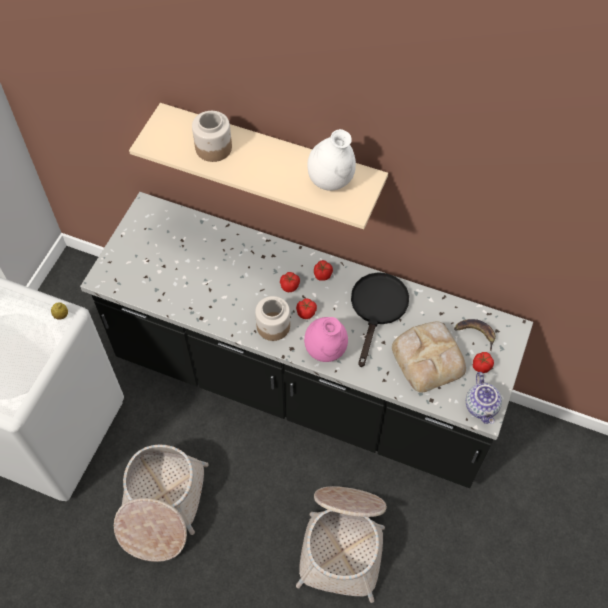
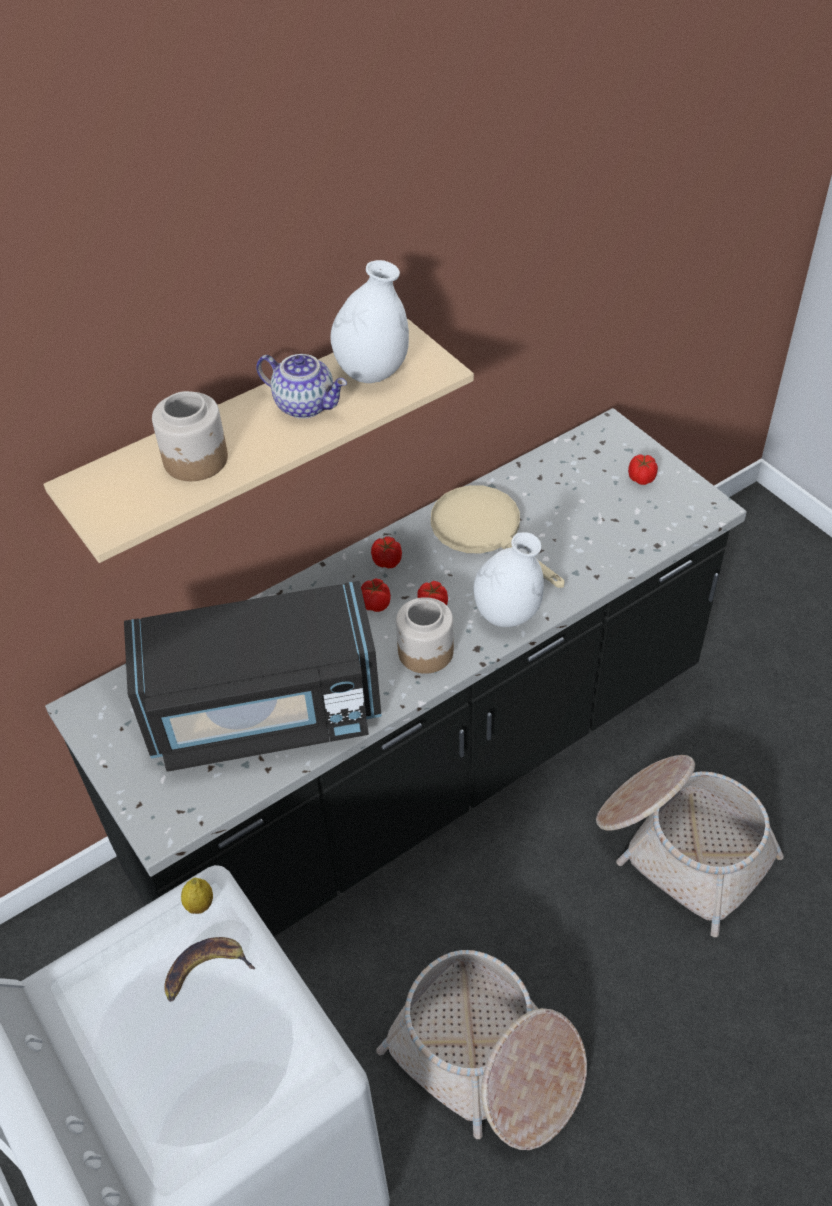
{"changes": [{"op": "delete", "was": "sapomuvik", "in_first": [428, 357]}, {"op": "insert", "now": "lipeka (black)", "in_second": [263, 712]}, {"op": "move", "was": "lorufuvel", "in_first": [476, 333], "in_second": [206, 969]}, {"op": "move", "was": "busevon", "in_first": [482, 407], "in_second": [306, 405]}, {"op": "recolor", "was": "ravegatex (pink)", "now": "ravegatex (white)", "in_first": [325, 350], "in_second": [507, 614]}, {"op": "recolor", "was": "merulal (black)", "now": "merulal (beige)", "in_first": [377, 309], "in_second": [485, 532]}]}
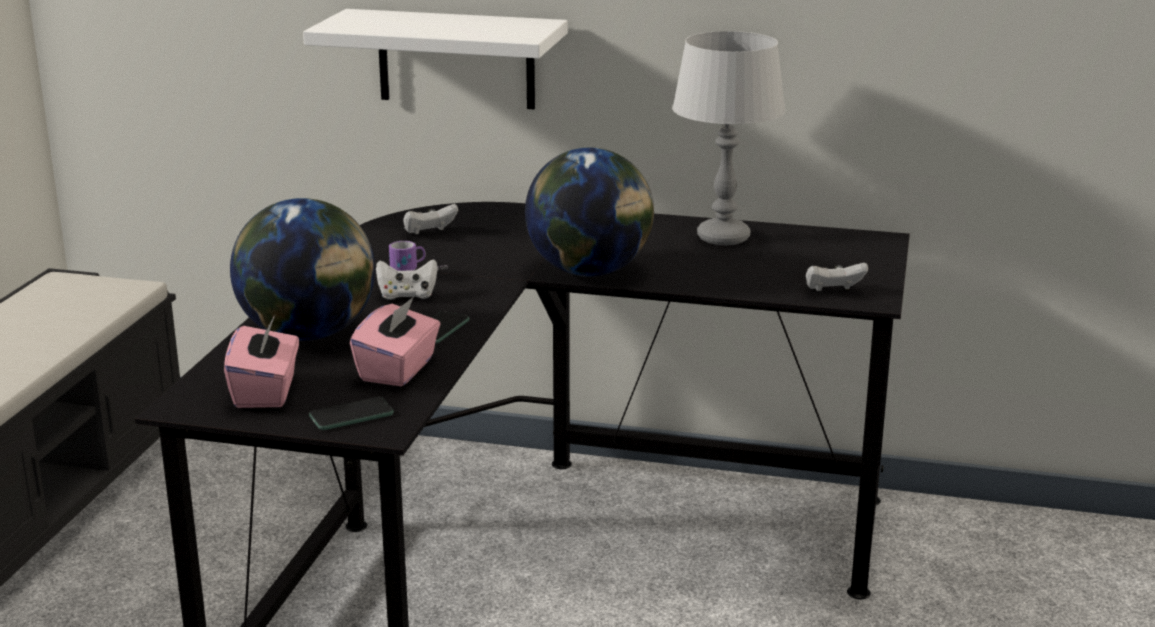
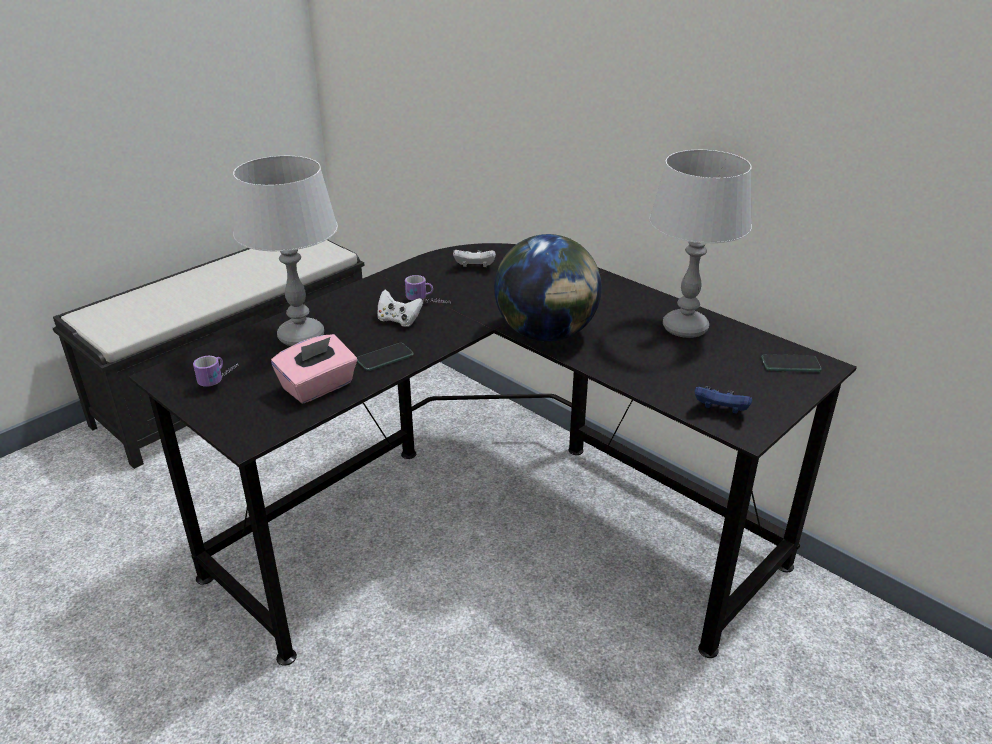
{"changes": [{"op": "delete", "was": "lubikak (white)", "in_first": [456, 59]}, {"op": "move", "was": "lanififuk", "in_first": [351, 415], "in_second": [790, 364]}, {"op": "replace", "was": "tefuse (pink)", "now": "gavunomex", "in_first": [266, 391], "in_second": [221, 379]}, {"op": "replace", "was": "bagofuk", "now": "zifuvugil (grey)", "in_first": [309, 334], "in_second": [301, 337]}, {"op": "recolor", "was": "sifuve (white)", "now": "sifuve (blue)", "in_first": [833, 291], "in_second": [720, 411]}]}
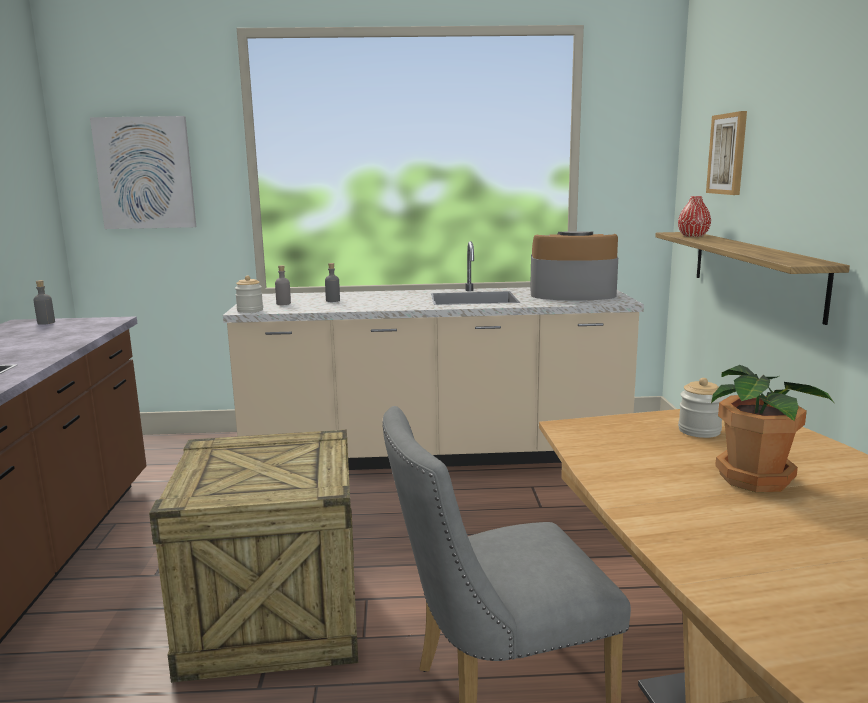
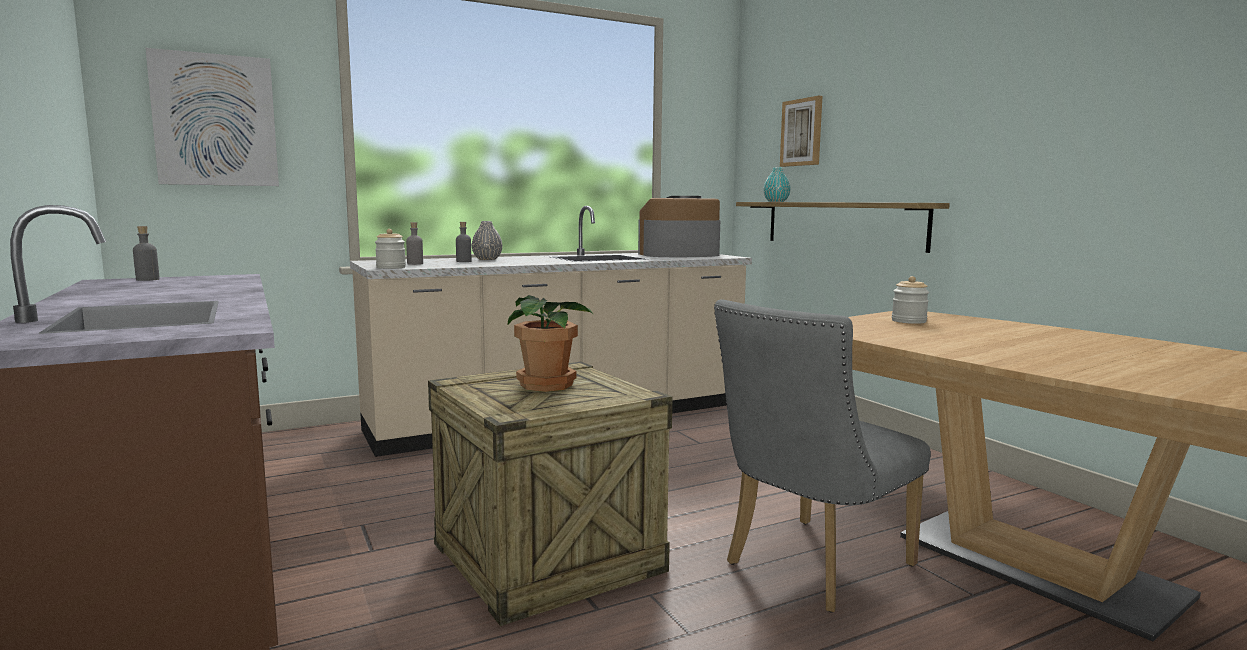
{"changes": [{"op": "insert", "now": "ravegatex (grey)", "in_second": [487, 259]}, {"op": "move", "was": "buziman", "in_first": [756, 478], "in_second": [548, 384]}, {"op": "recolor", "was": "ravegatex (red)", "now": "ravegatex (turquoise)", "in_first": [693, 236], "in_second": [776, 201]}]}
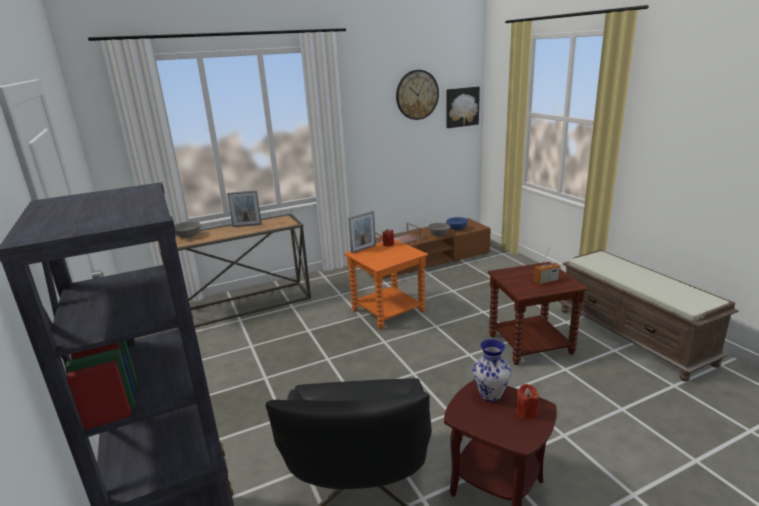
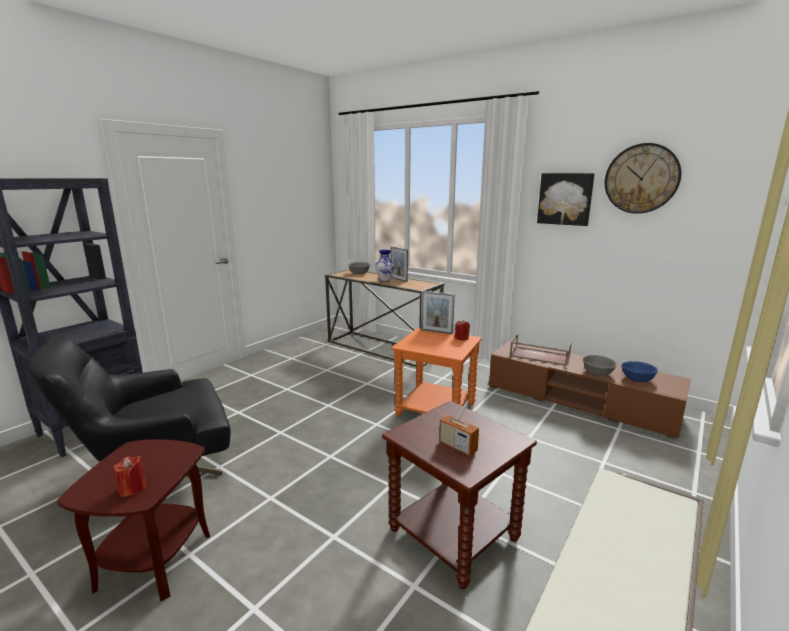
{"changes": [{"op": "move", "was": "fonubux", "in_first": [461, 107], "in_second": [565, 199]}, {"op": "move", "was": "ravegatex", "in_first": [490, 395], "in_second": [384, 280]}]}
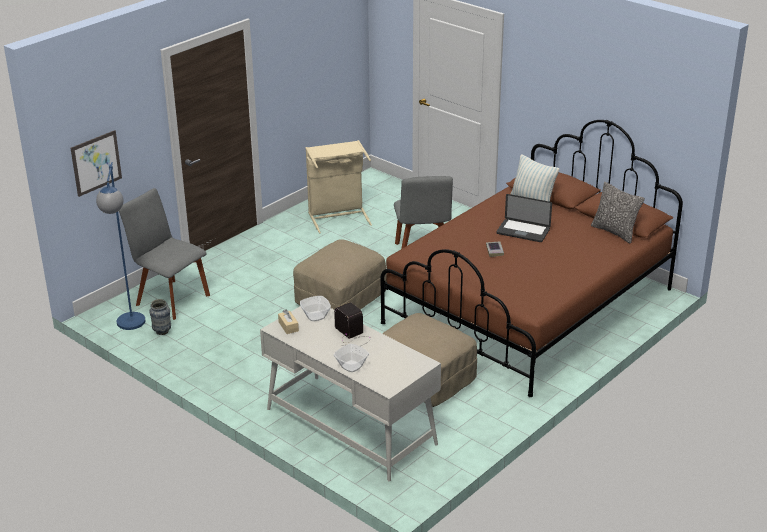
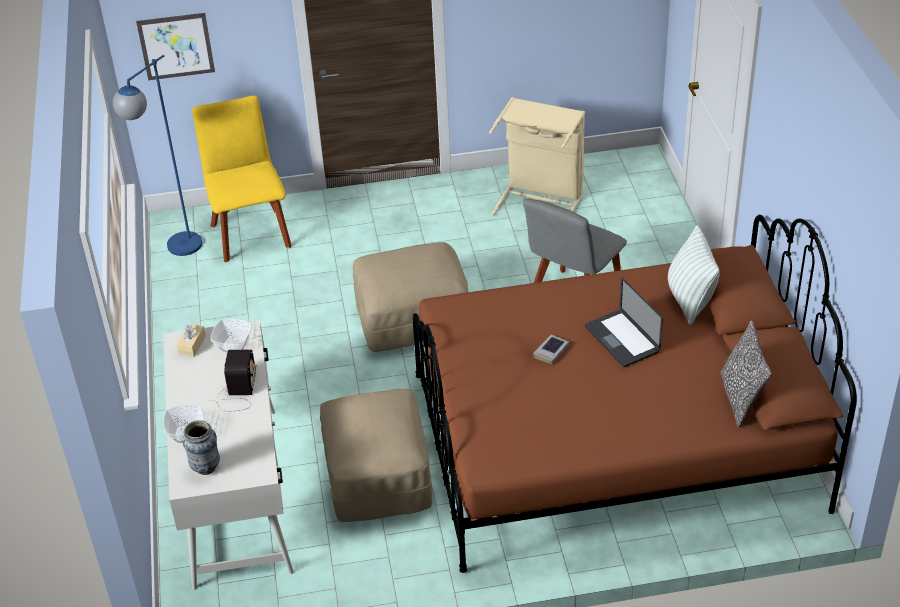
{"changes": [{"op": "move", "was": "ravegatex", "in_first": [162, 331], "in_second": [205, 467]}, {"op": "recolor", "was": "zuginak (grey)", "now": "zuginak (yellow)", "in_first": [170, 298], "in_second": [250, 233]}]}
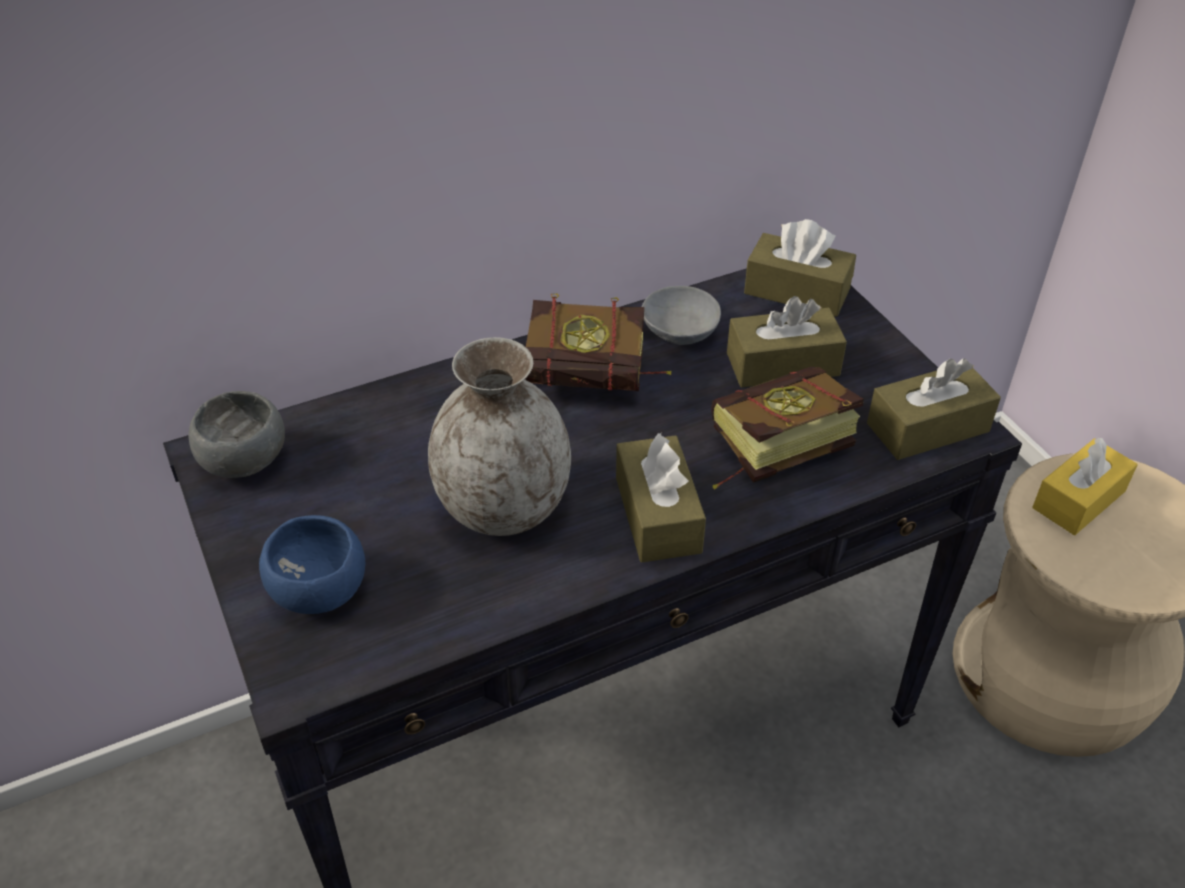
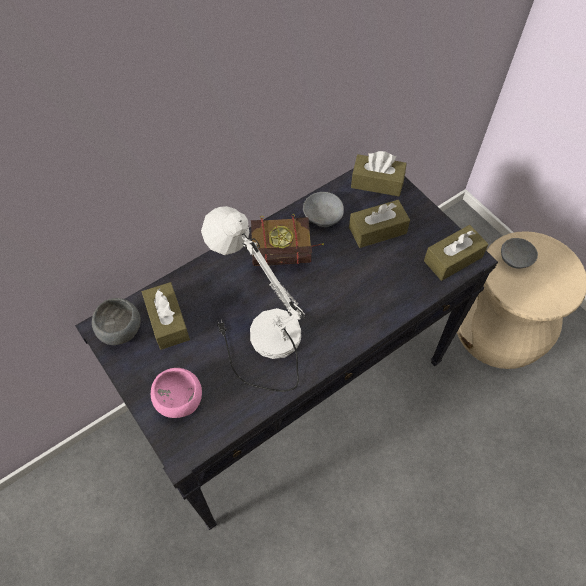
{"changes": [{"op": "delete", "was": "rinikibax", "in_first": [768, 451]}, {"op": "move", "was": "tefuse (brown)", "in_first": [658, 515], "in_second": [167, 321]}, {"op": "replace", "was": "ravegatex (grey)", "now": "zifuvugil (white)", "in_first": [503, 509], "in_second": [258, 338]}, {"op": "replace", "was": "tefuse (yellow)", "now": "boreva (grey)", "in_first": [1078, 499], "in_second": [515, 259]}, {"op": "recolor", "was": "boreva (blue)", "now": "boreva (pink)", "in_first": [317, 592], "in_second": [179, 401]}]}
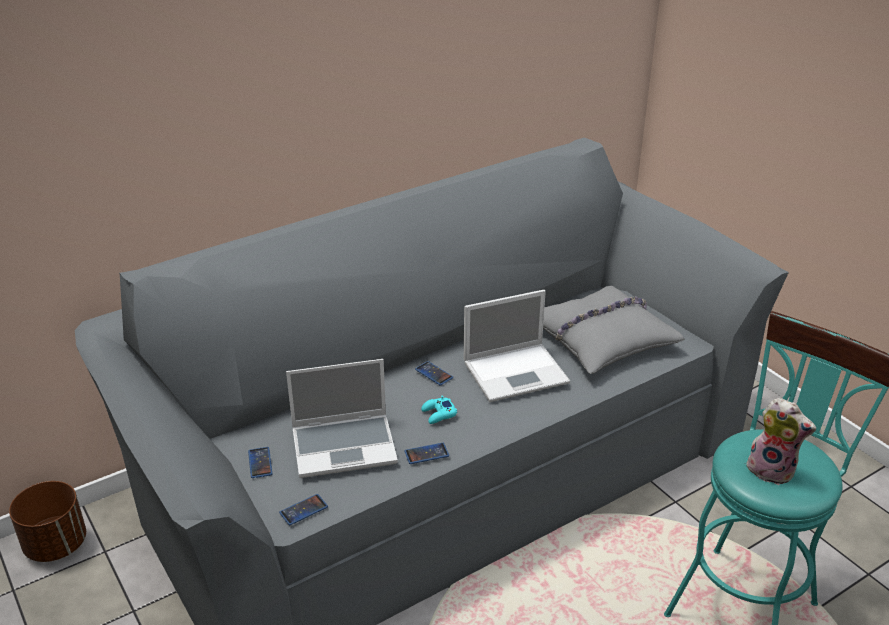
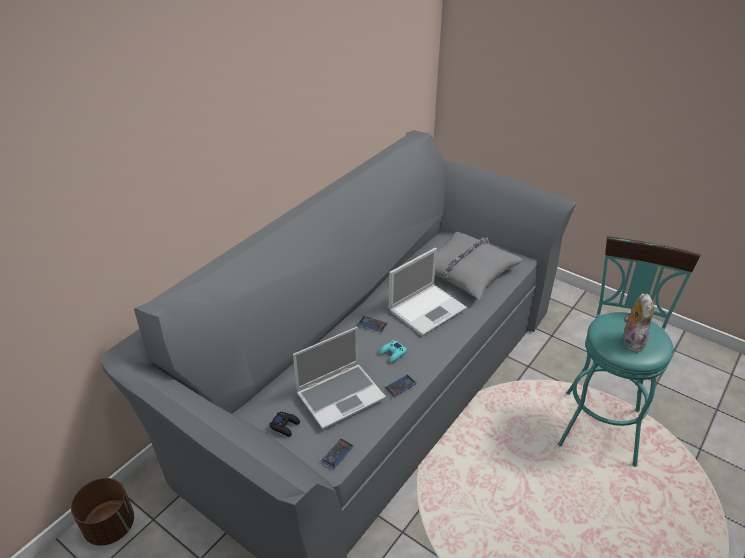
{"changes": [{"op": "replace", "was": "lanififuk", "now": "sifuve (black)", "in_first": [260, 463], "in_second": [285, 426]}, {"op": "rotate", "was": "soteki", "in_first": [772, 470], "in_second": [631, 340], "clockwise": -90}]}
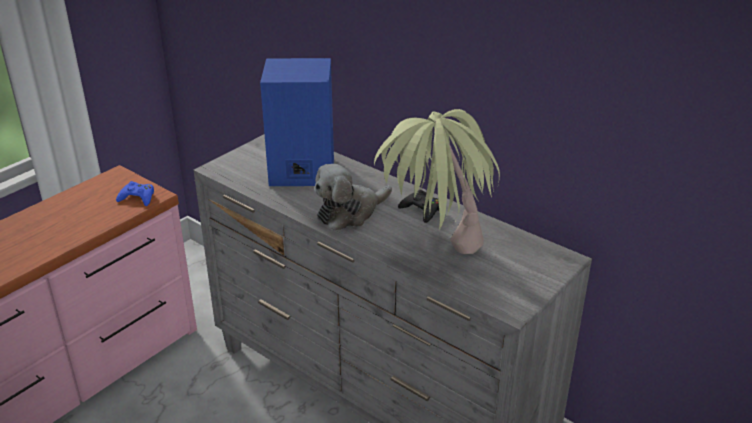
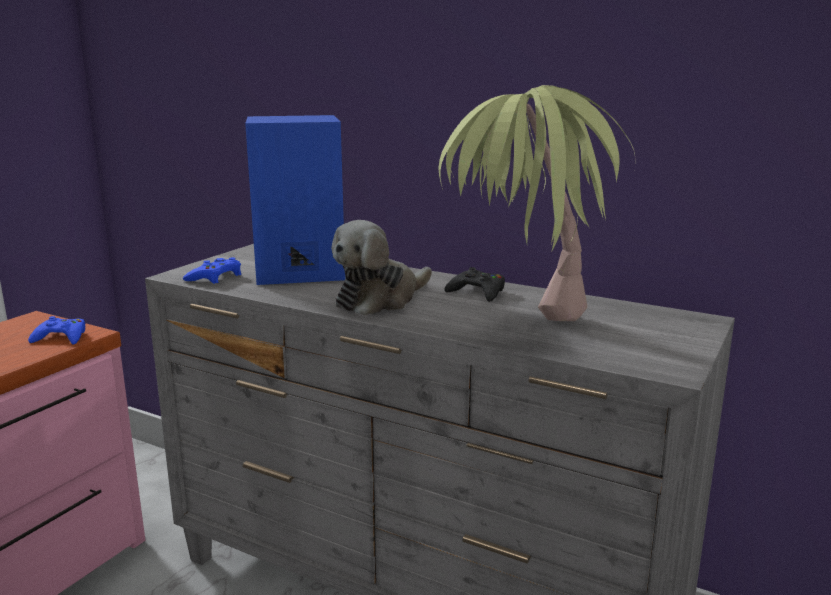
{"changes": [{"op": "insert", "now": "sifuve (blue)", "in_second": [215, 277]}]}
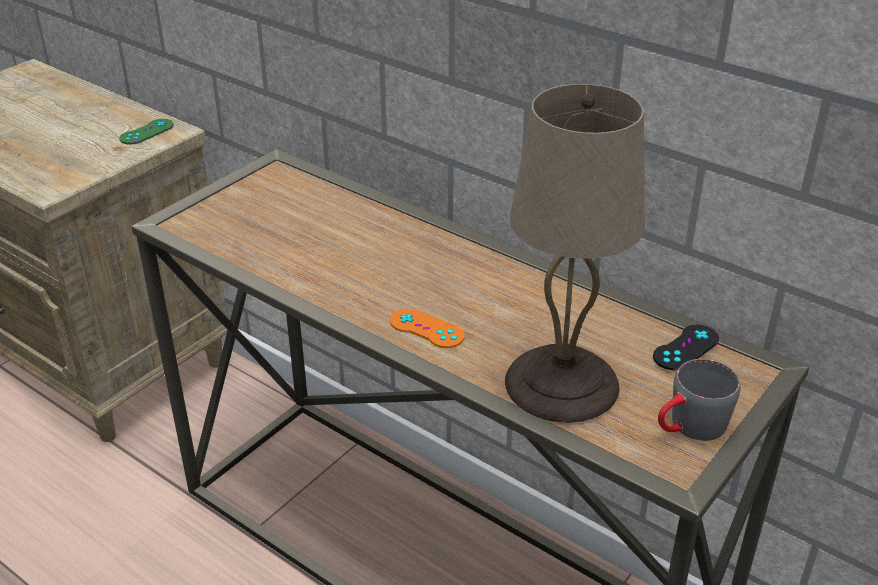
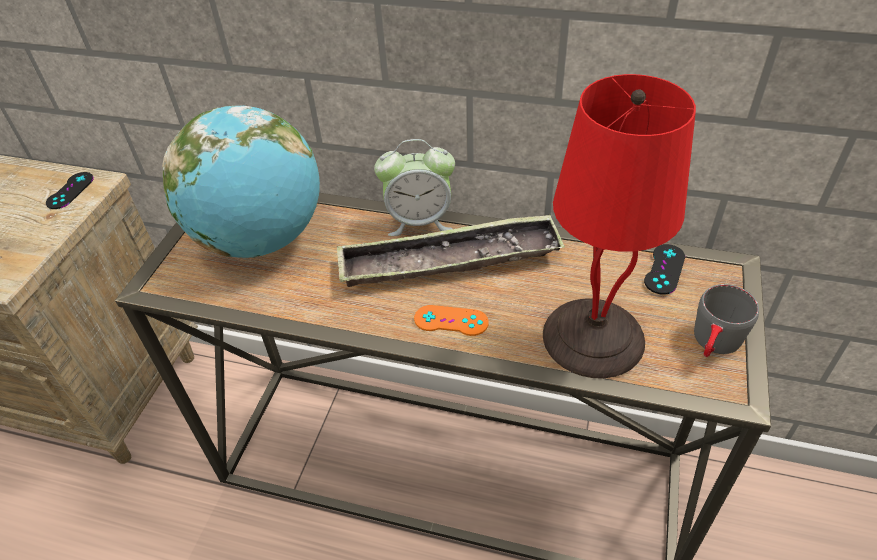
{"changes": [{"op": "insert", "now": "bagofuk", "in_second": [261, 239]}, {"op": "insert", "now": "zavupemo", "in_second": [449, 260]}, {"op": "insert", "now": "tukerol", "in_second": [419, 221]}, {"op": "recolor", "was": "sifuve (green)", "now": "sifuve (black)", "in_first": [146, 132], "in_second": [70, 190]}, {"op": "recolor", "was": "zifuvugil (beige)", "now": "zifuvugil (red)", "in_first": [564, 384], "in_second": [595, 337]}]}
